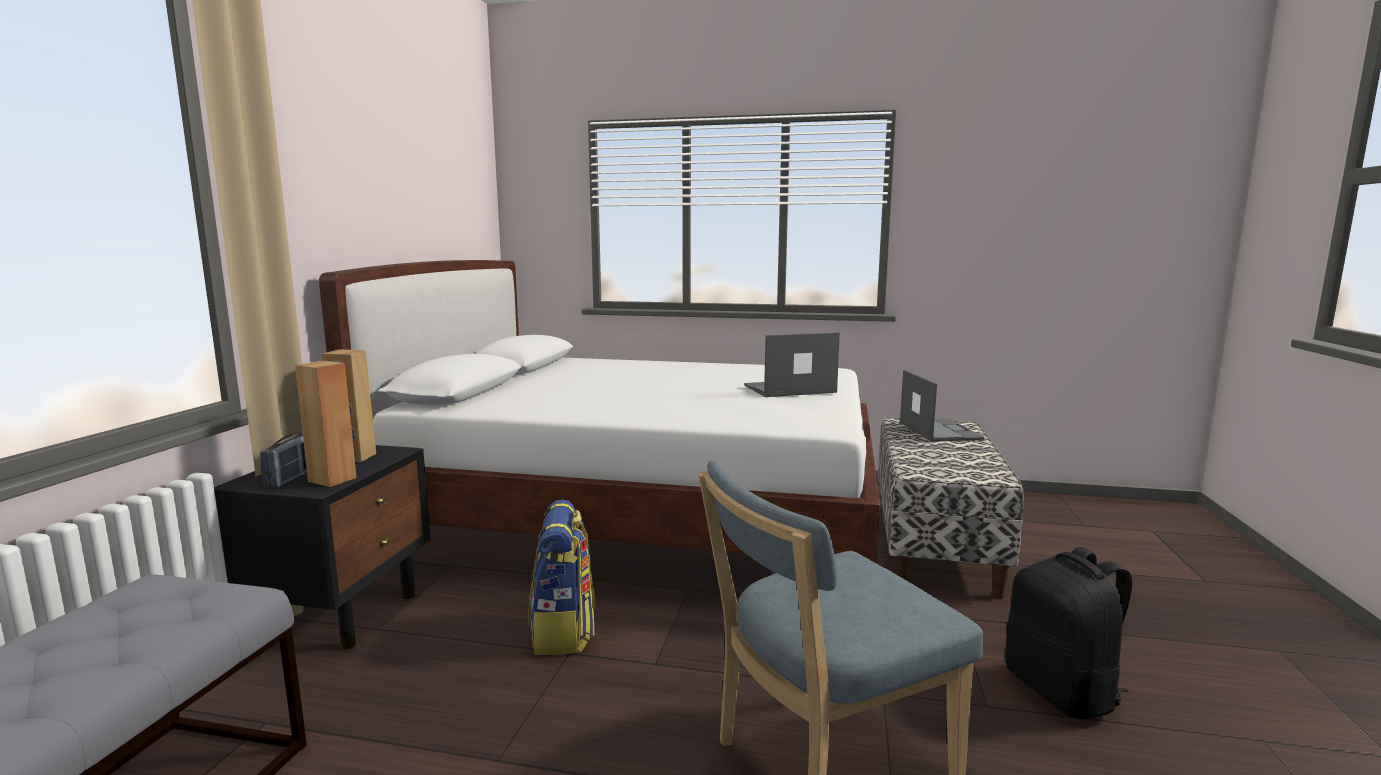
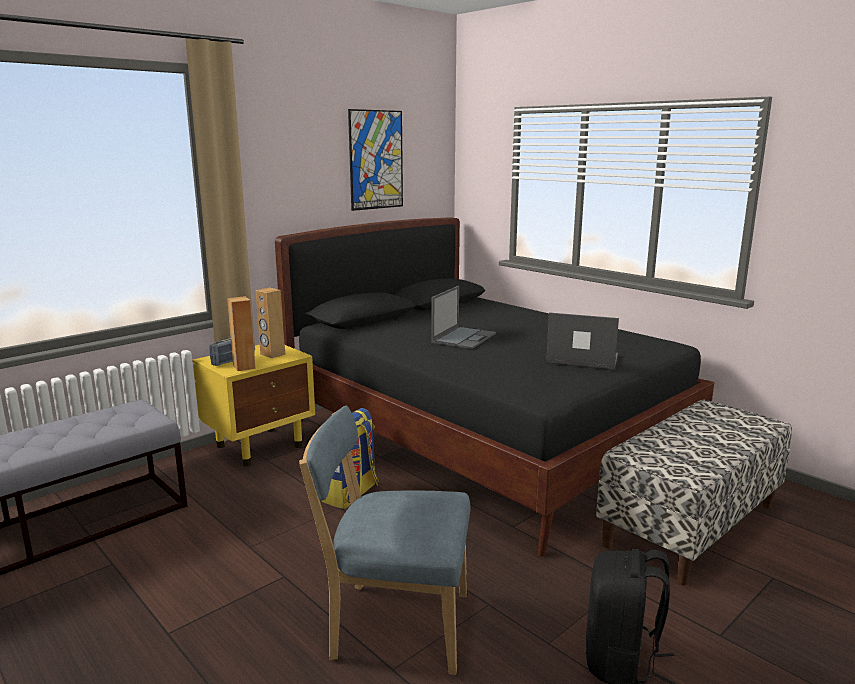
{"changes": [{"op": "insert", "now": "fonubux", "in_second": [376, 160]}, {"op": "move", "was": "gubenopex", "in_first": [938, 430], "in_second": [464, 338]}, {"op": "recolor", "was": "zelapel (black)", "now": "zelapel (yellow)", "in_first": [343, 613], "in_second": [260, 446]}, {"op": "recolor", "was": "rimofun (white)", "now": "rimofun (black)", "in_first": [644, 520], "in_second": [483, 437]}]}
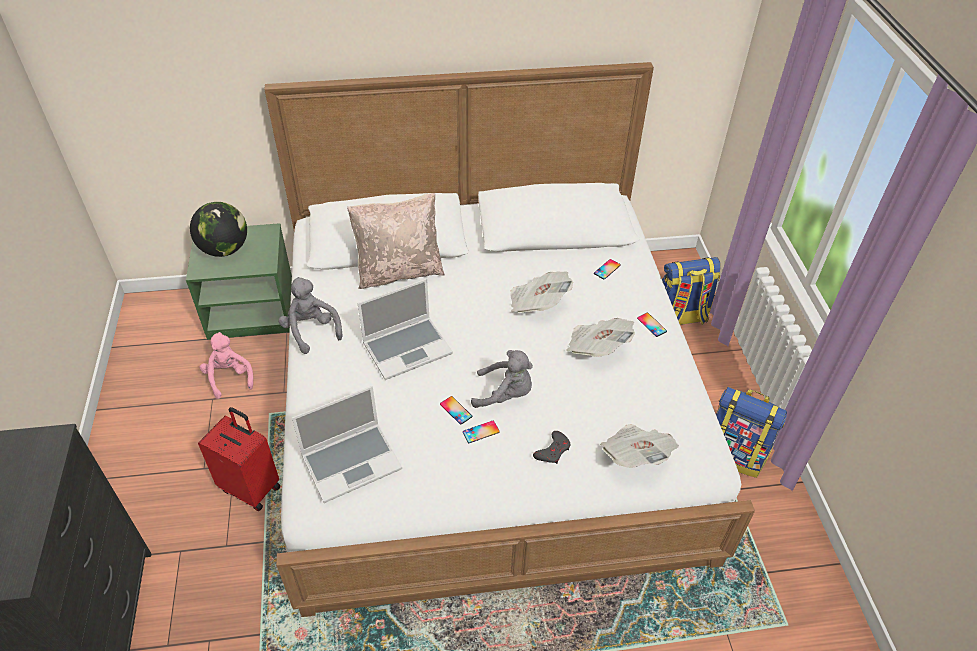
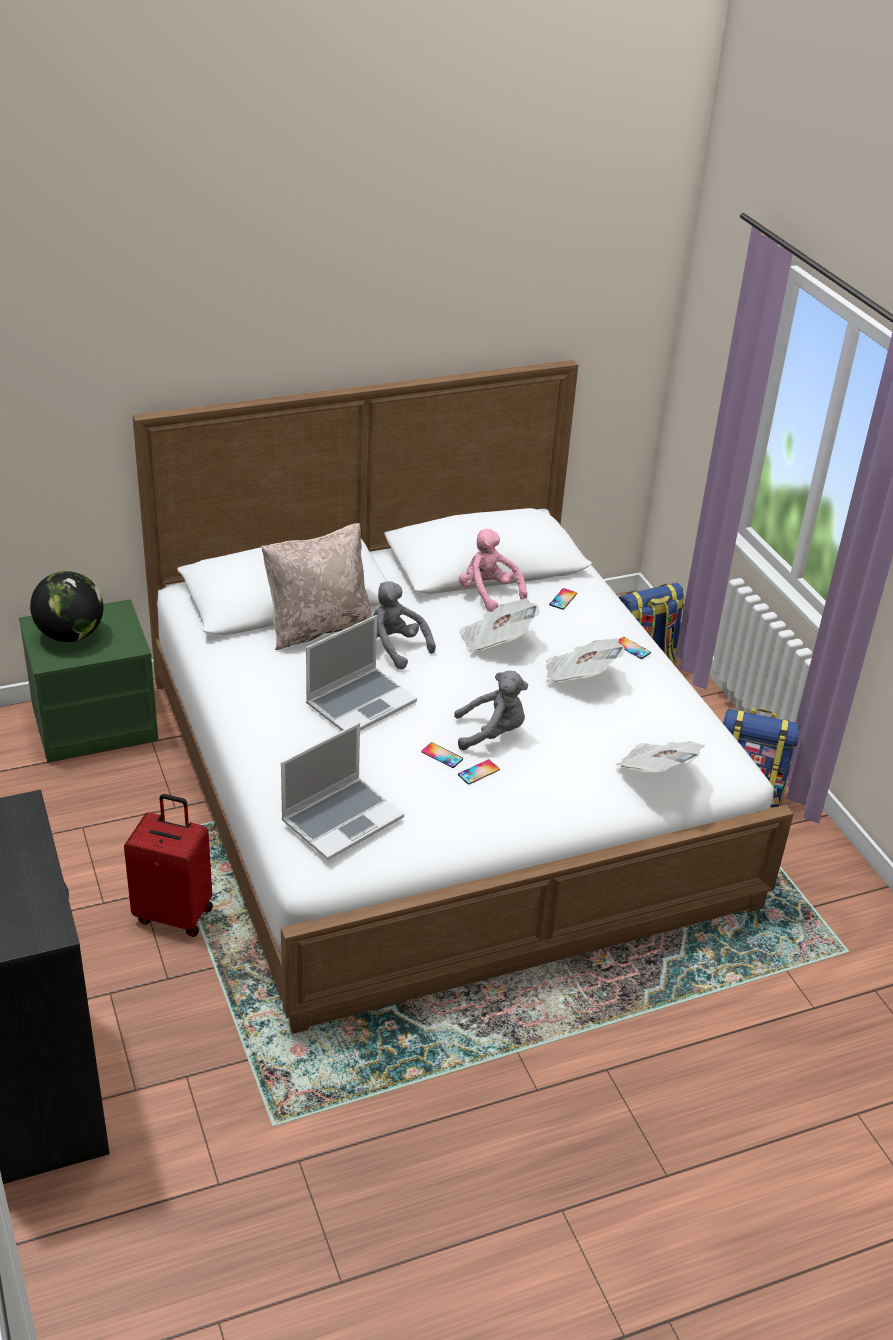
{"changes": [{"op": "delete", "was": "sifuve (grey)", "in_first": [553, 450]}, {"op": "move", "was": "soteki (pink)", "in_first": [229, 377], "in_second": [488, 593]}, {"op": "move", "was": "soteki (grey)", "in_first": [311, 330], "in_second": [394, 648]}]}
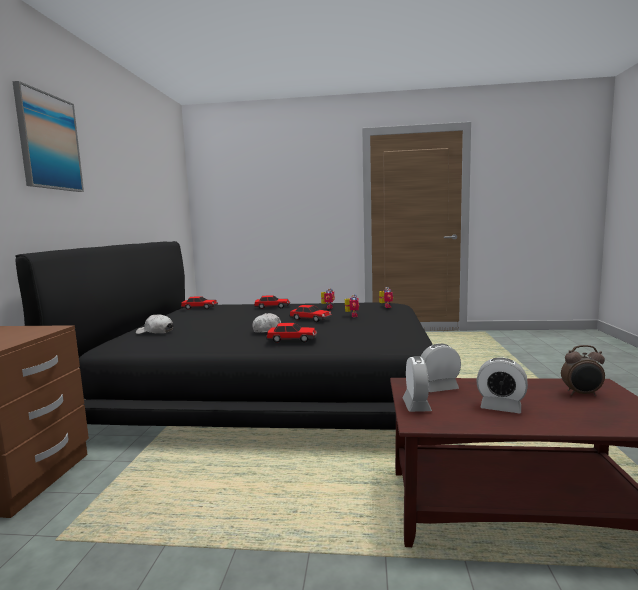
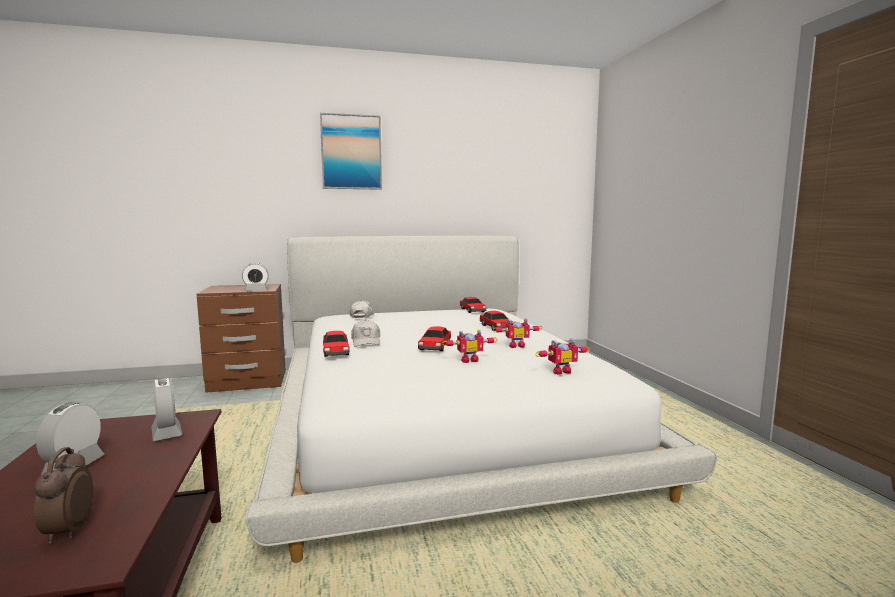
{"changes": [{"op": "move", "was": "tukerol", "in_first": [416, 405], "in_second": [256, 290]}, {"op": "recolor", "was": "rimofun (black)", "now": "rimofun (white)", "in_first": [273, 386], "in_second": [439, 416]}]}
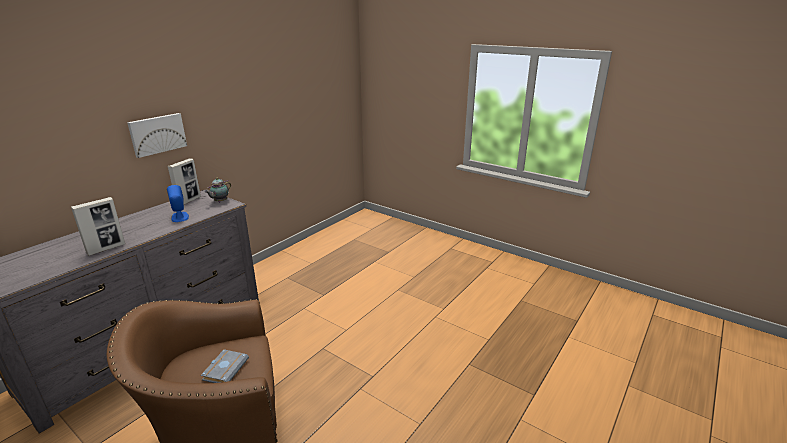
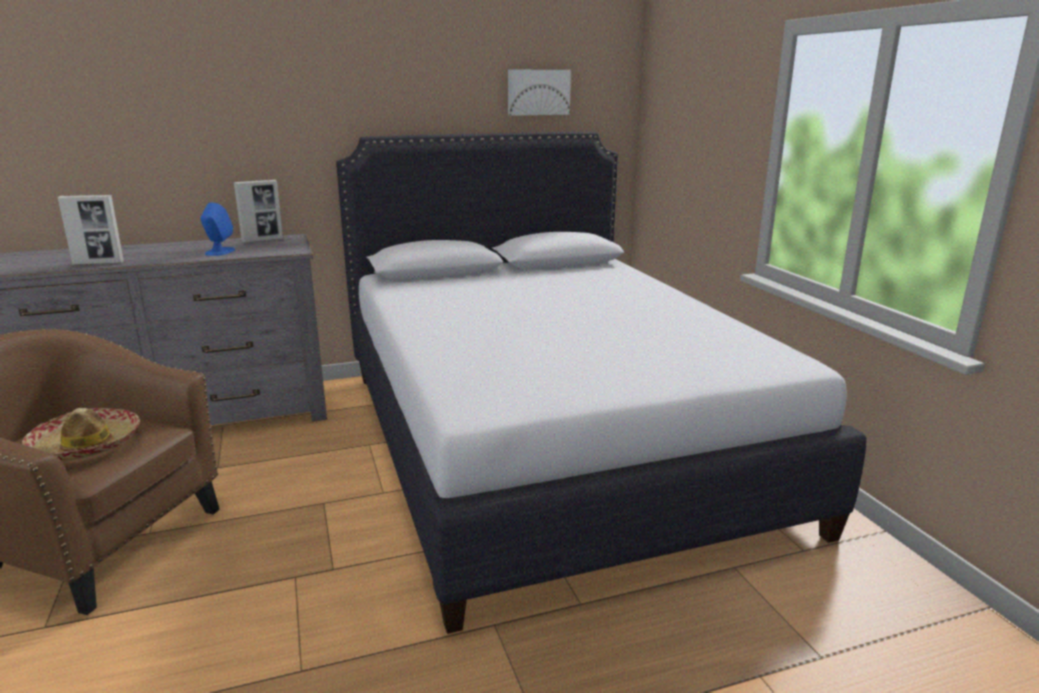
{"changes": [{"op": "delete", "was": "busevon", "in_first": [220, 201]}, {"op": "insert", "now": "rimofun (white)", "in_second": [548, 442]}, {"op": "move", "was": "fonubux", "in_first": [157, 134], "in_second": [538, 92]}, {"op": "replace", "was": "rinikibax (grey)", "now": "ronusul", "in_first": [225, 369], "in_second": [86, 445]}]}
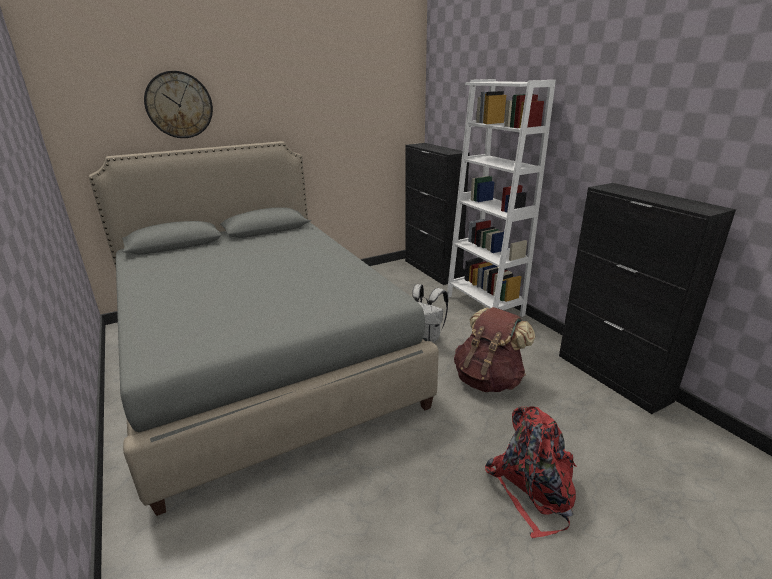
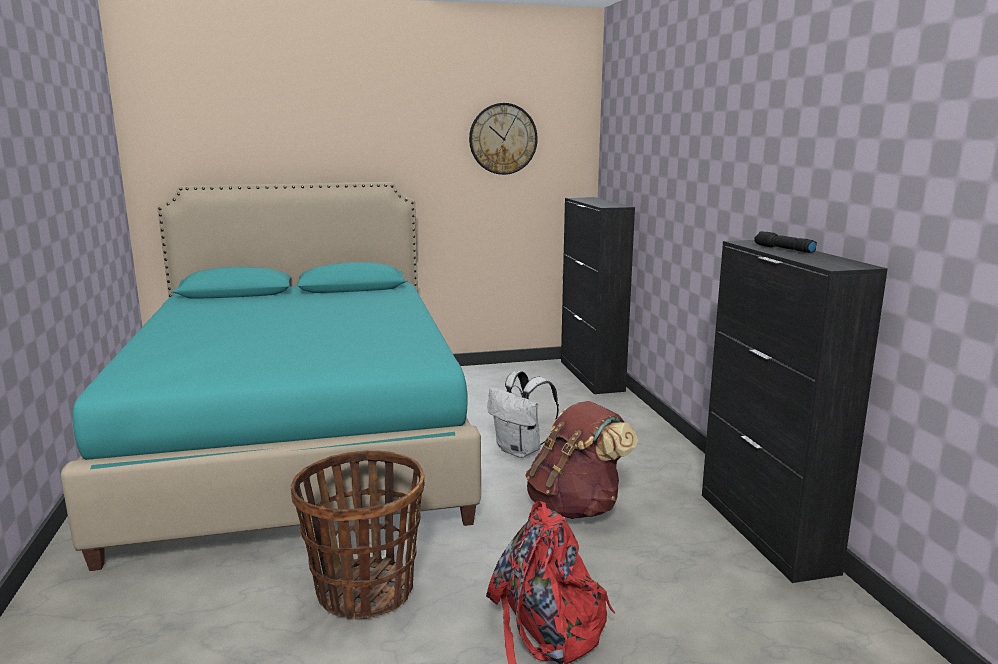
{"changes": [{"op": "delete", "was": "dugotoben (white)", "in_first": [484, 305]}, {"op": "insert", "now": "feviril", "in_second": [364, 591]}, {"op": "insert", "now": "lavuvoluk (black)", "in_second": [783, 249]}, {"op": "move", "was": "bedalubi", "in_first": [179, 105], "in_second": [503, 139]}, {"op": "recolor", "was": "rimofun (grey)", "now": "rimofun (turquoise)", "in_first": [259, 357], "in_second": [299, 442]}]}
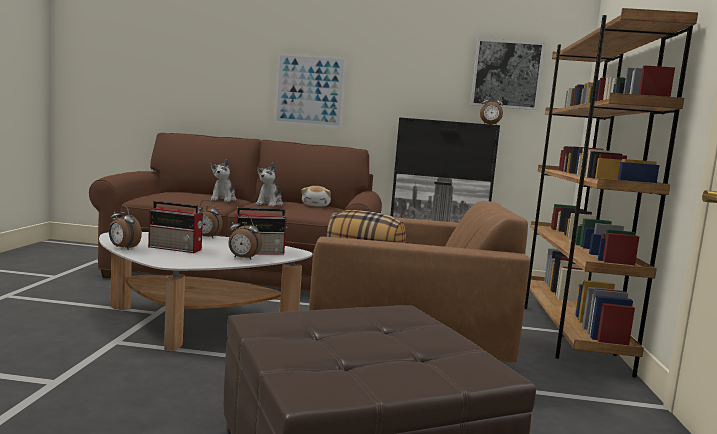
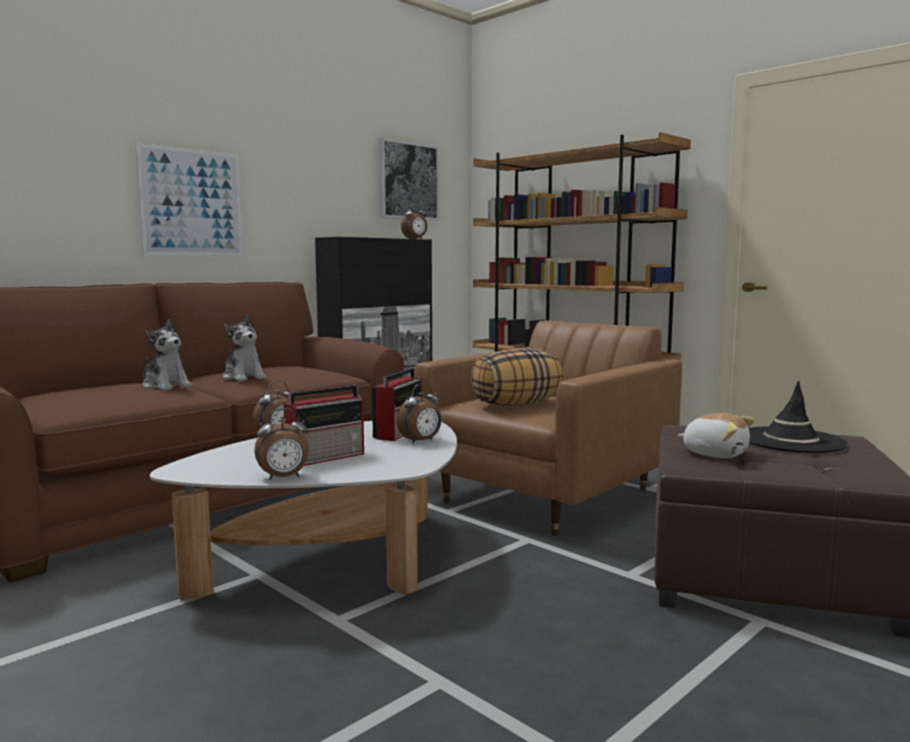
{"changes": [{"op": "insert", "now": "ronusul (black)", "in_second": [790, 440]}, {"op": "move", "was": "soteki", "in_first": [316, 205], "in_second": [715, 454]}]}
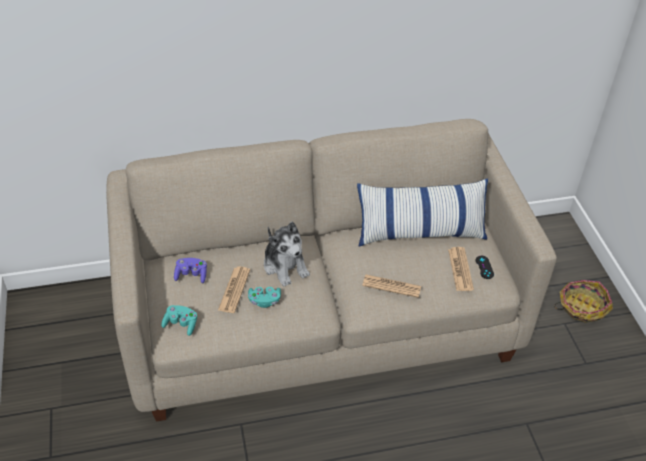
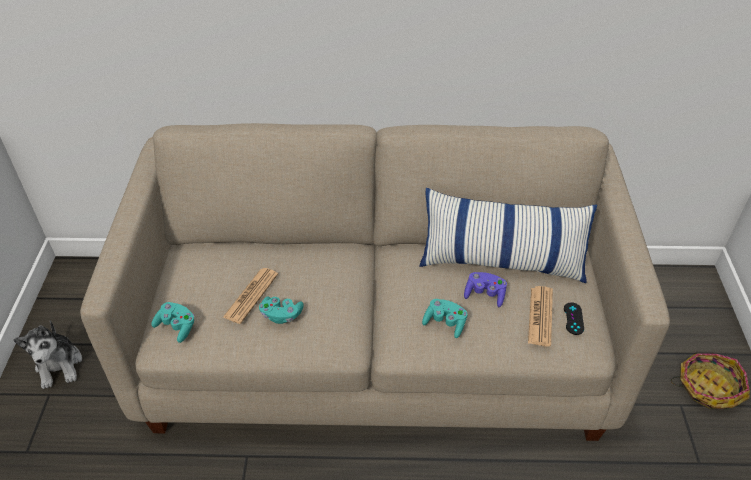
{"changes": [{"op": "move", "was": "sifuve (purple)", "in_first": [191, 275], "in_second": [485, 294]}, {"op": "move", "was": "soteki", "in_first": [285, 266], "in_second": [59, 365]}, {"op": "replace", "was": "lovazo", "now": "sifuve (turquoise)", "in_first": [391, 286], "in_second": [445, 323]}]}
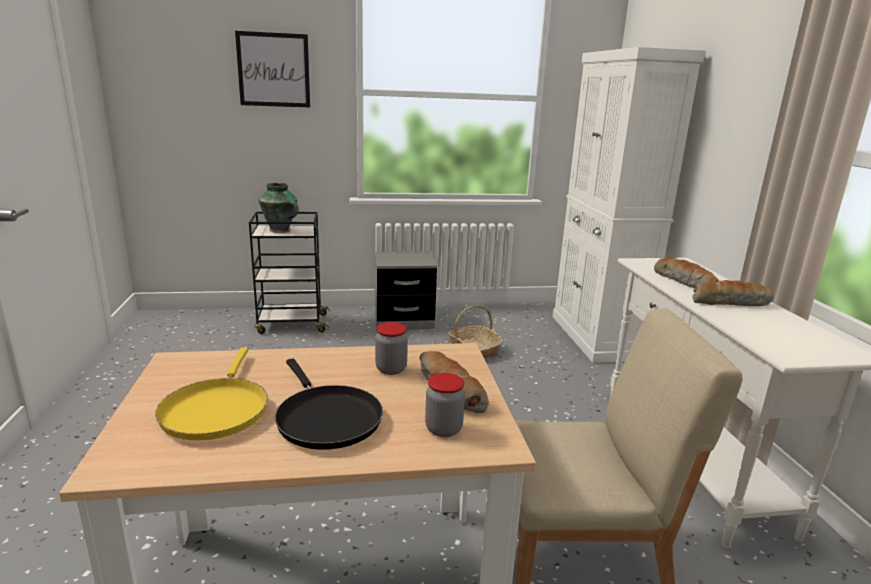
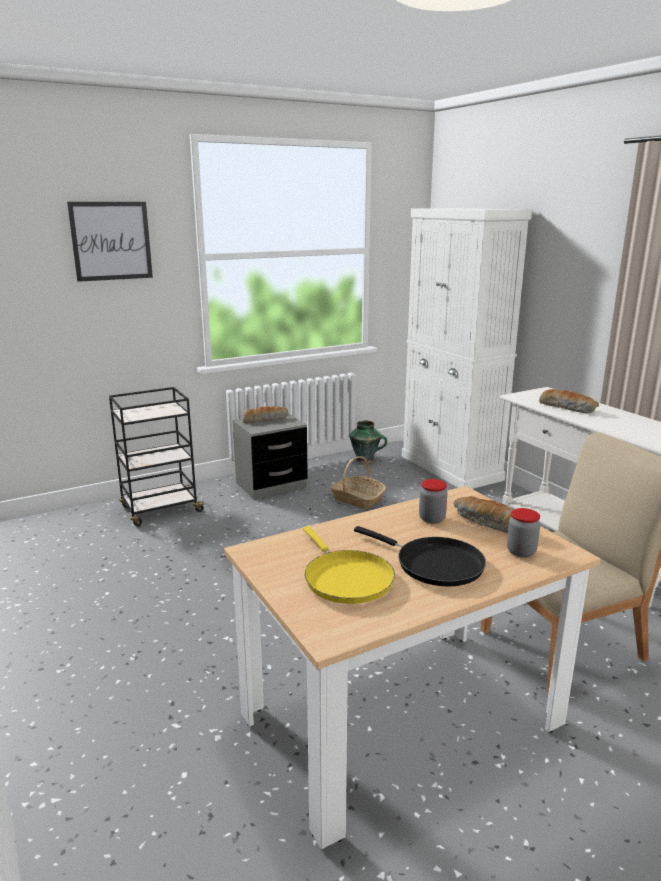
{"changes": [{"op": "move", "was": "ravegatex", "in_first": [280, 230], "in_second": [365, 460]}, {"op": "move", "was": "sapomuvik", "in_first": [730, 302], "in_second": [265, 419]}]}
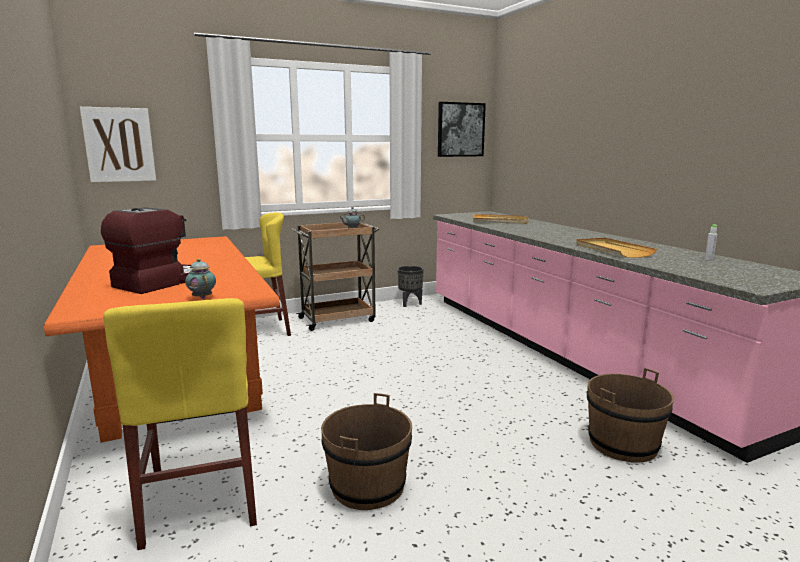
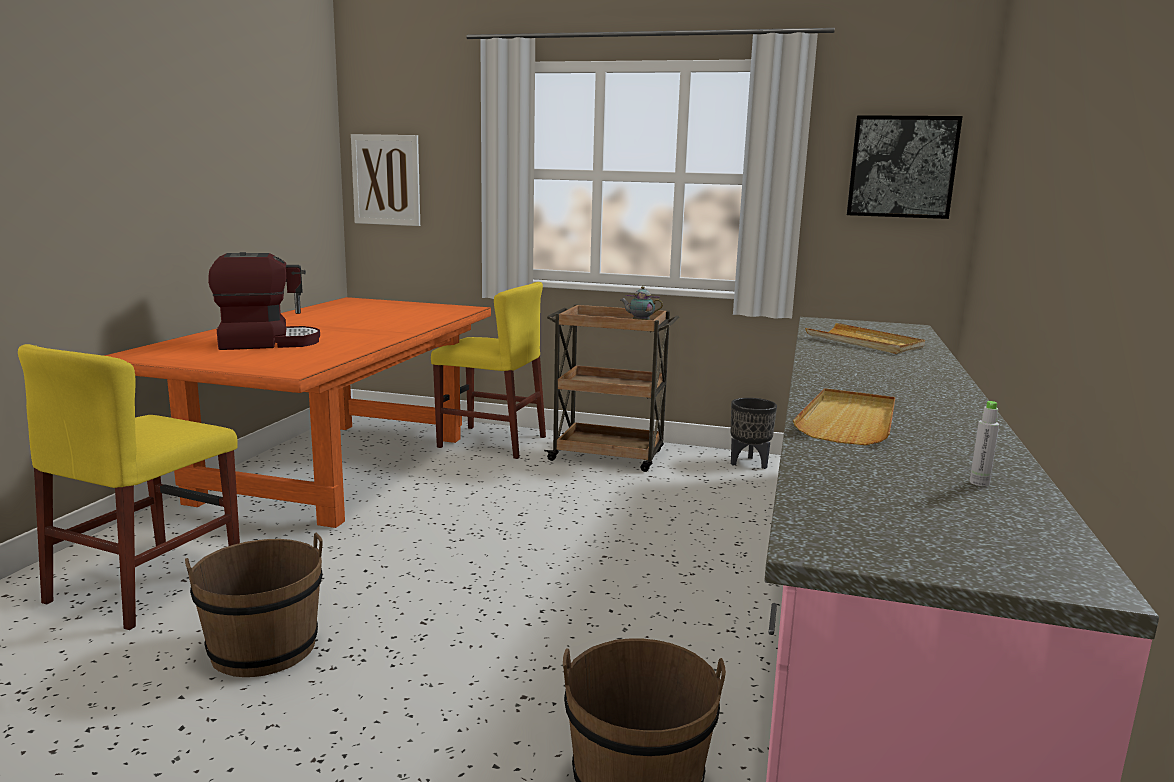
{"changes": [{"op": "delete", "was": "busevon", "in_first": [202, 297]}]}
